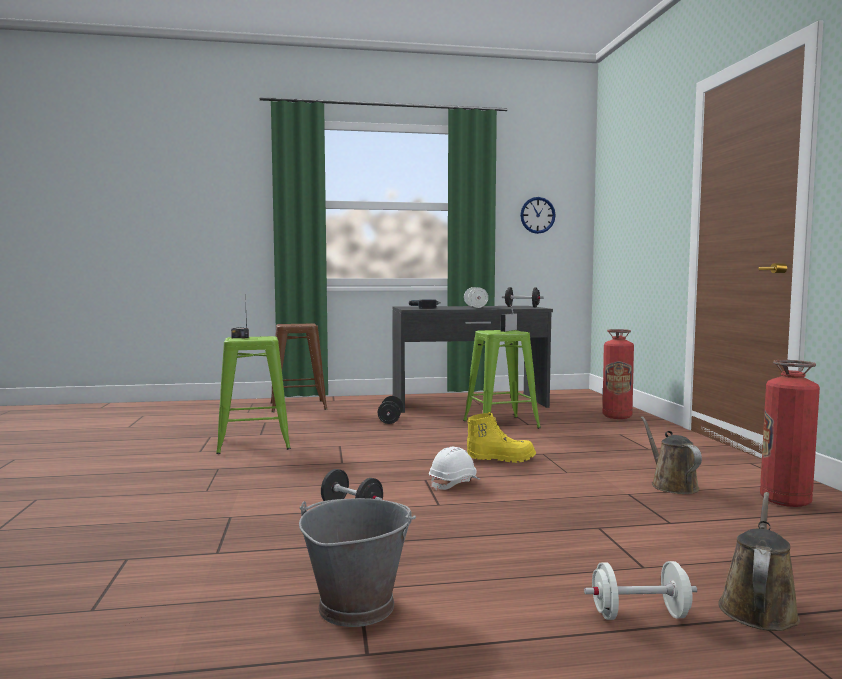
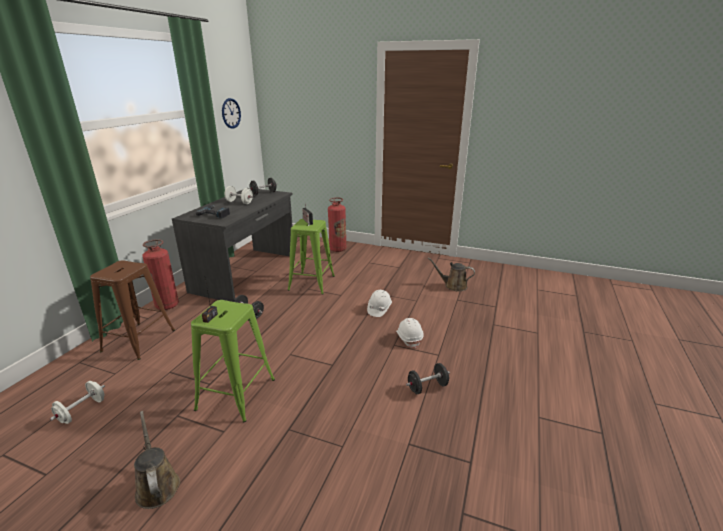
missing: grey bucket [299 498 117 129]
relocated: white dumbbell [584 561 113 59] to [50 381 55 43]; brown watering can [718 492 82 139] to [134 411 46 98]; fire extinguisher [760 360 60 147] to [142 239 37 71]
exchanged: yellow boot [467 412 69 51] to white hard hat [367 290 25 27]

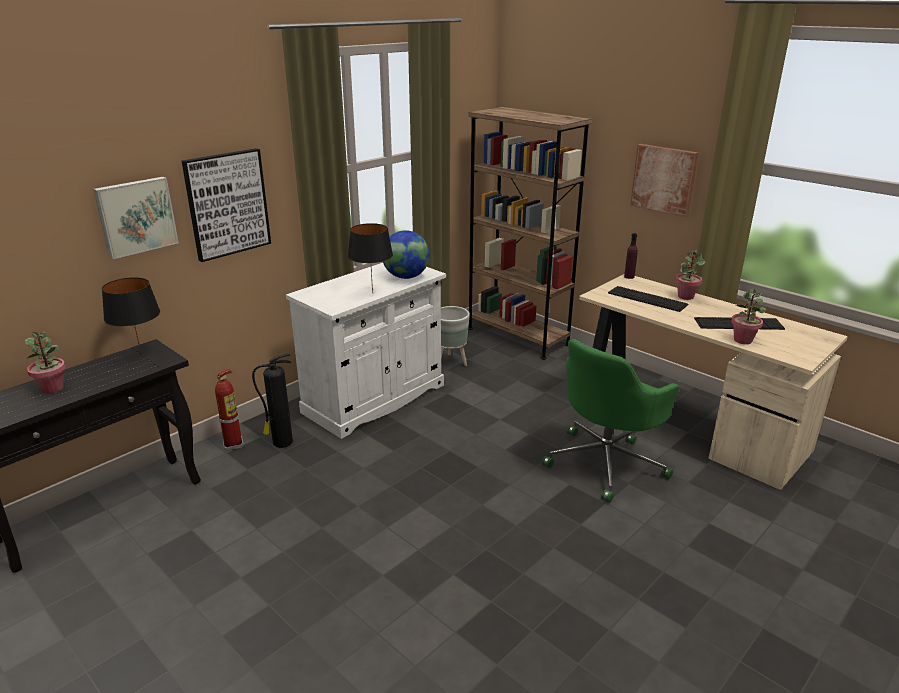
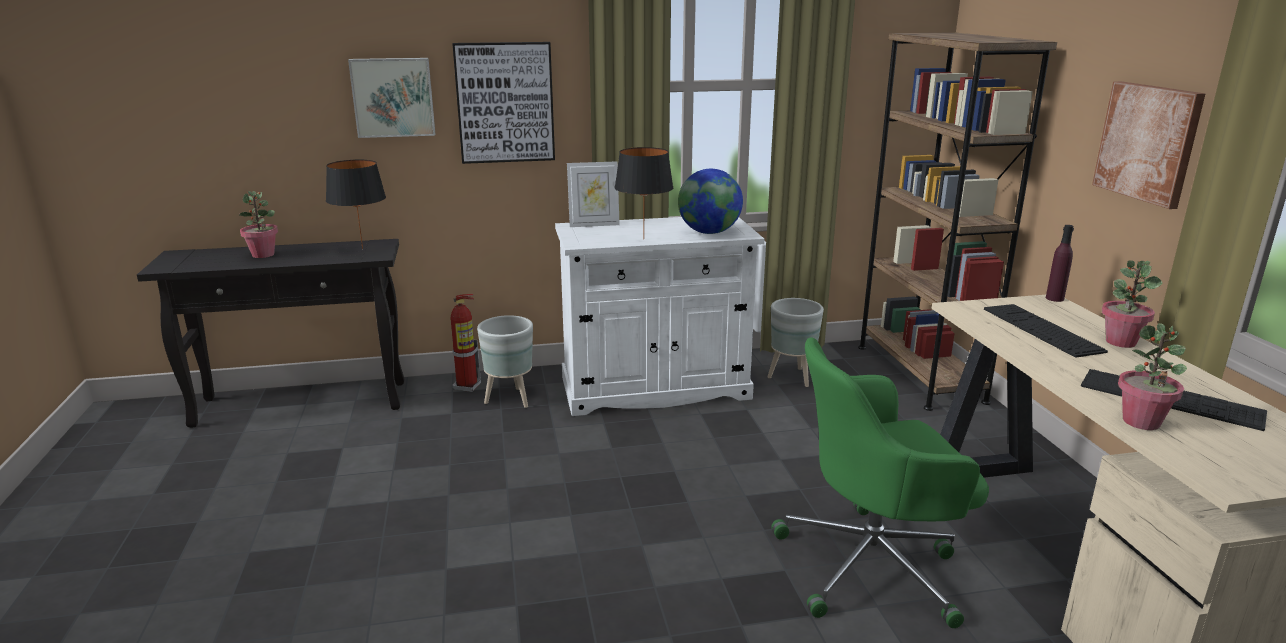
appeared: picture frame [567 161 53 66]
exchanged: fire extinguisher [252 353 41 95] to grey planter [477 315 56 93]

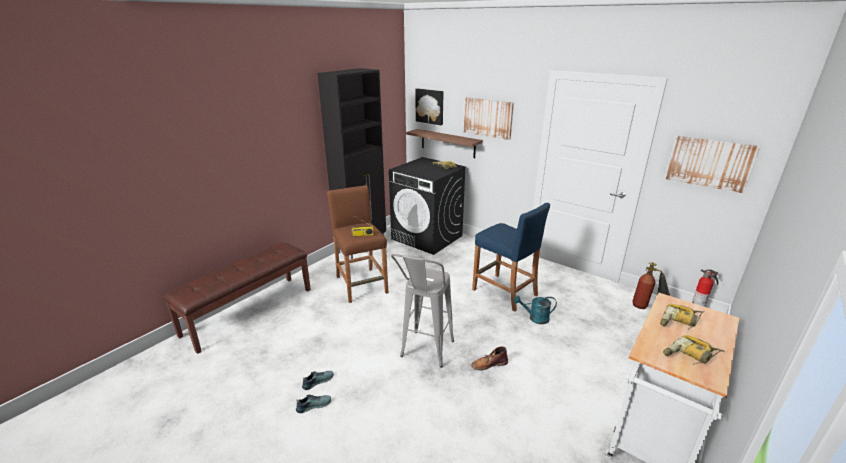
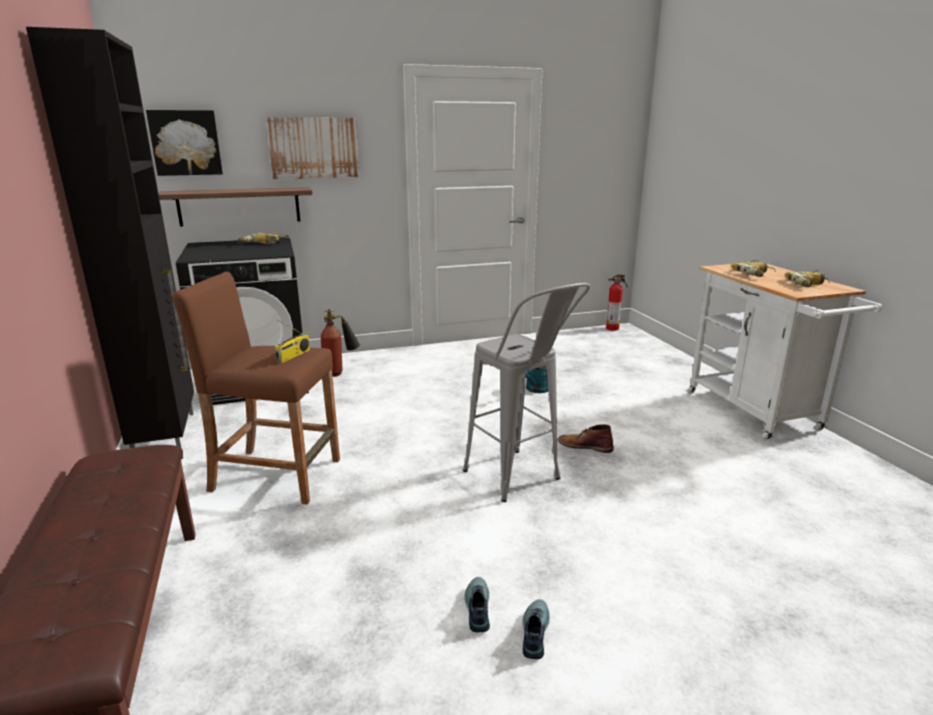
missing: blue stool [472 203 78 109]; picture [666 136 94 57]
relocated: fire extinguisher [633 262 37 47] to [321 309 39 68]
spun: brown boot [471 346 37 24] = [558 424 56 29] 90 degrees clockwise

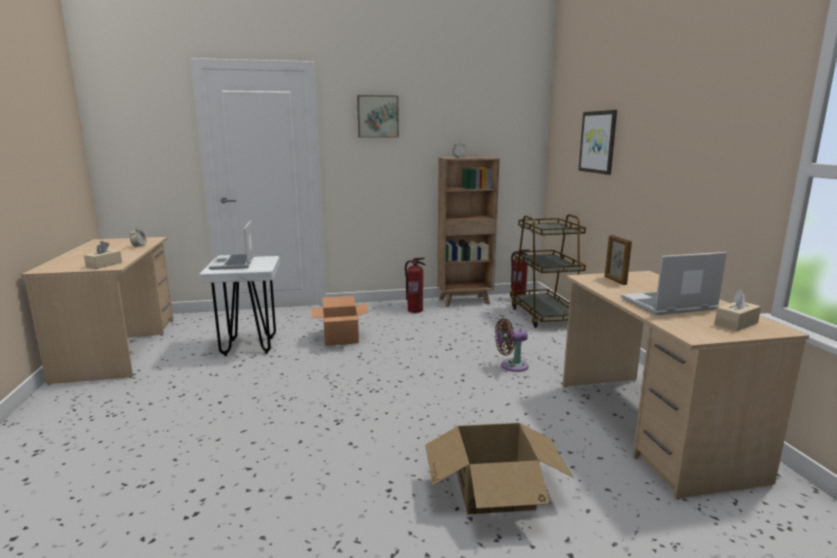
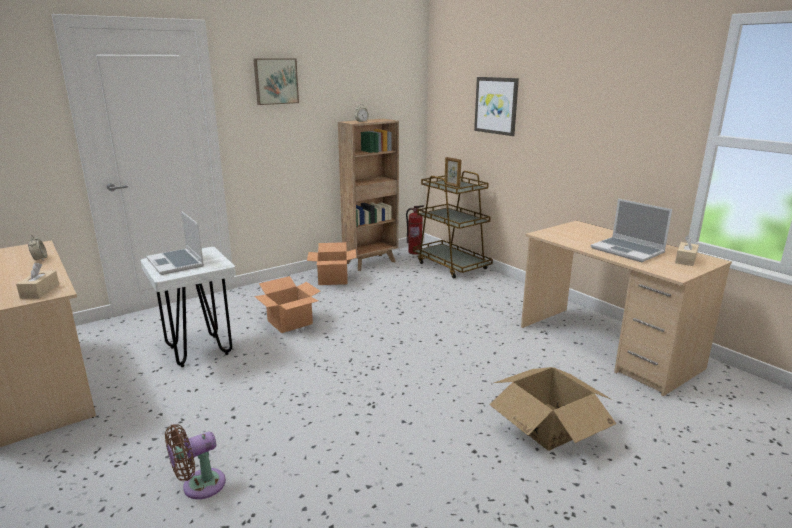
relocated: brown fan [495 318 34 54] to [165 424 61 75]; picture frame [605 235 27 50] to [444 157 17 31]
exchanged: fire extinguisher [405 257 20 56] to cardboard box [307 242 49 43]
spun: laptop [621 252 106 63] = [591 199 81 63] 90 degrees counterclockwise

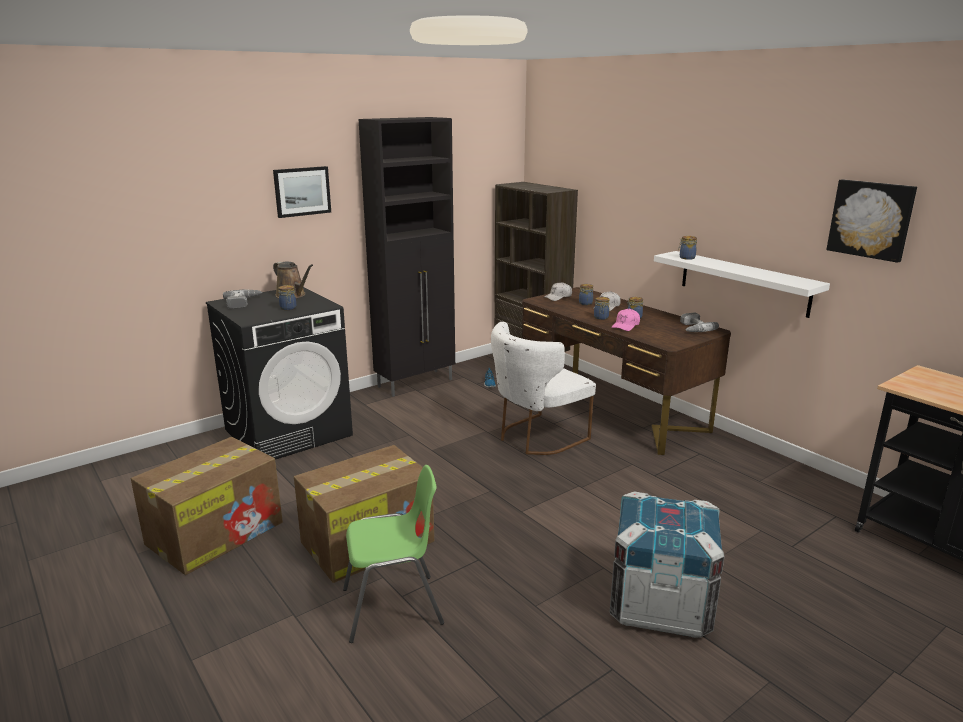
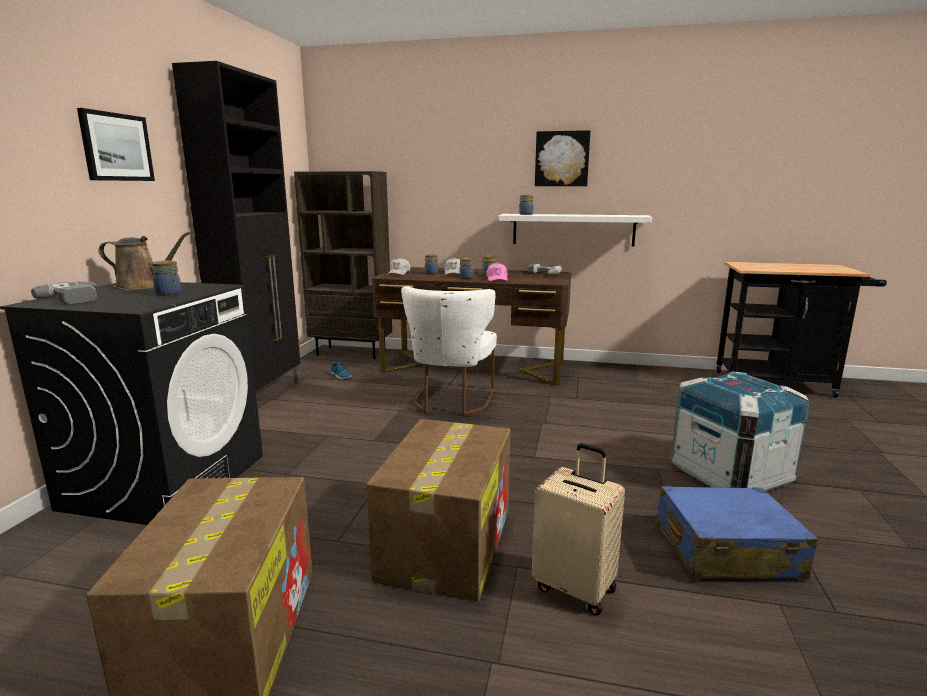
appeared: blue suitcase [656 486 162 93]
relocated: picture [826 179 91 84] to [535 130 55 56]
exchanged: green chair [343 465 101 178] to beige suitcase [532 443 93 172]

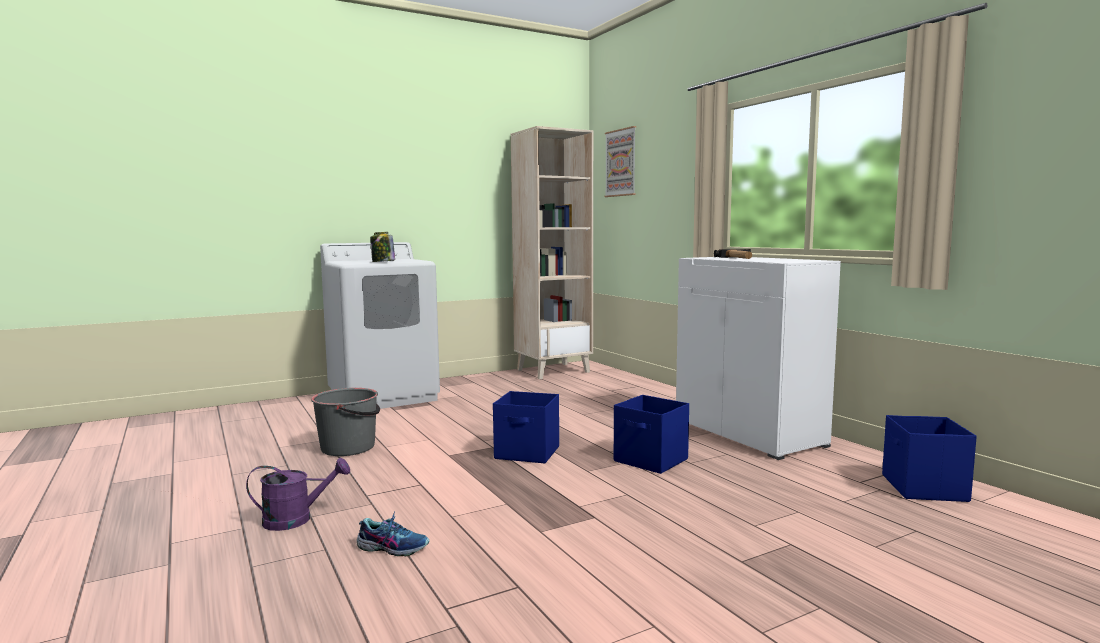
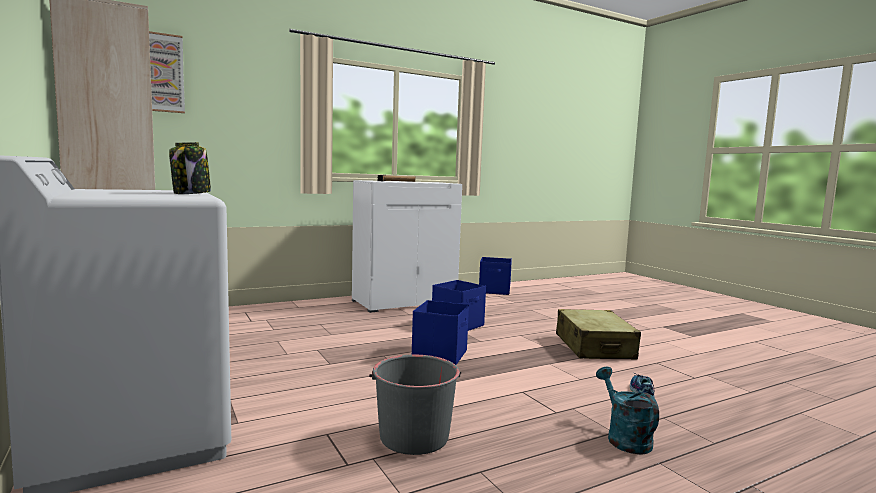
appeared: beige suitcase [556 309 85 51]
colour: purple watering can [246 458 104 73] to turquoise watering can [596 366 63 88]

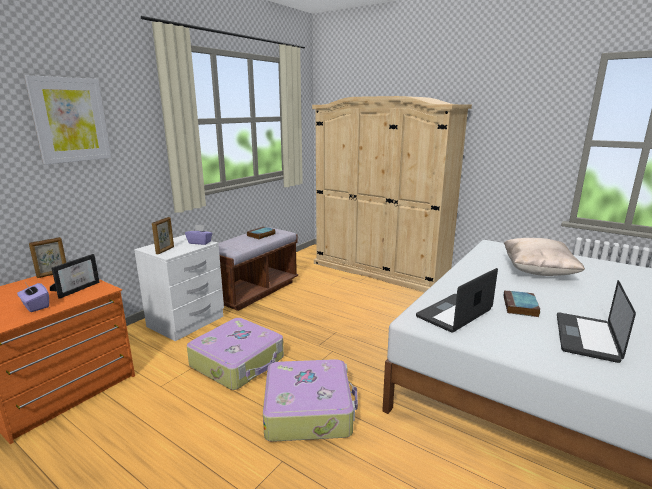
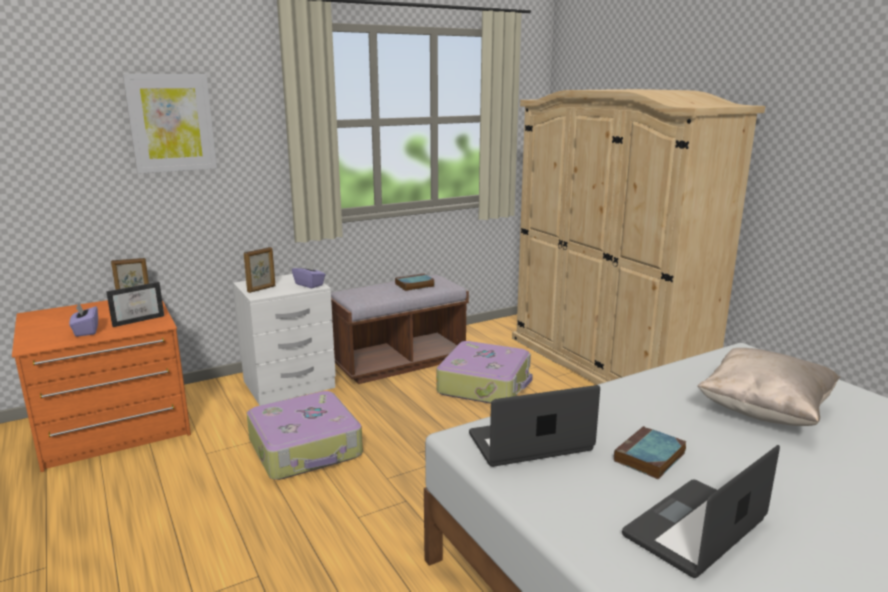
relocated: suitcase [263 359 95 83] to [436 341 97 63]

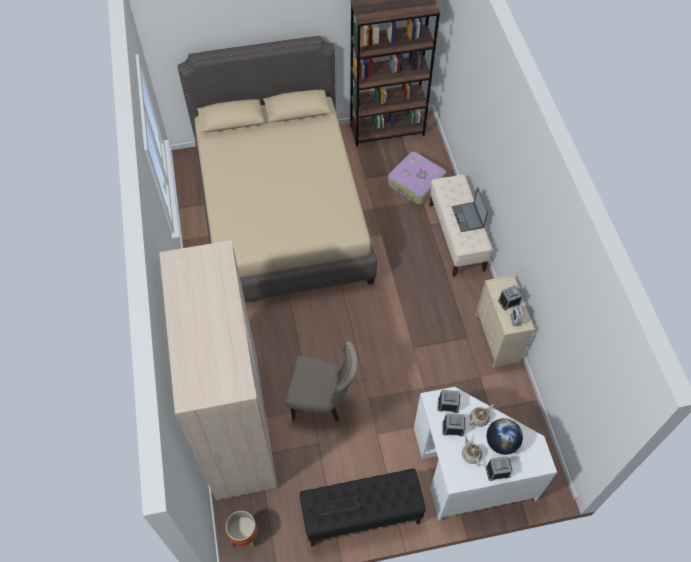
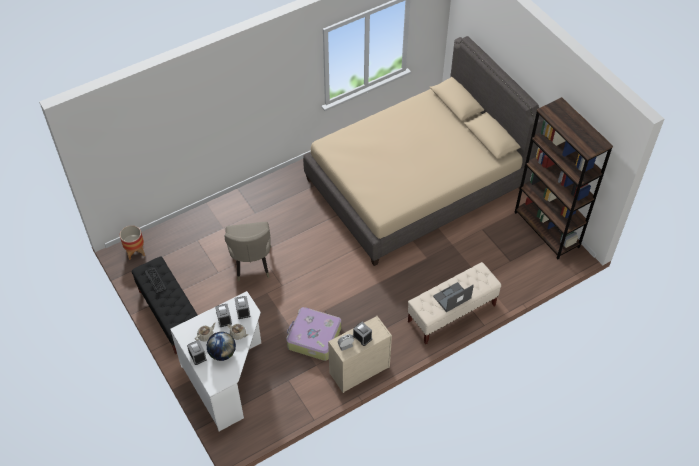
missing: beige wardrobe [159 240 119 260]
relocated: suitcase [388 151 58 54] to [286 307 55 54]

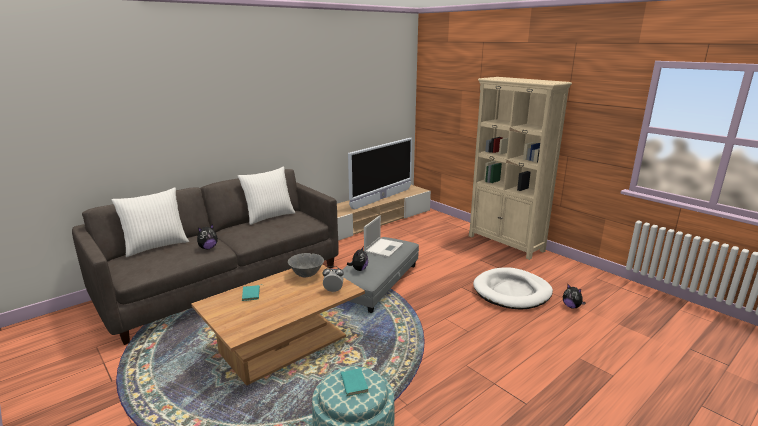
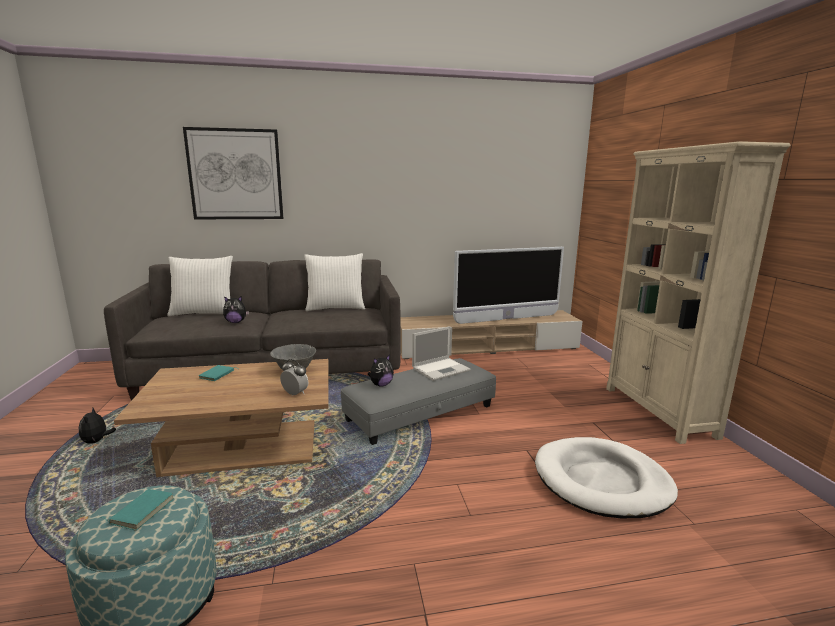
appeared: picture [183 127 100 92]
relocated: plush toy [563 284 23 24] to [79 407 37 37]

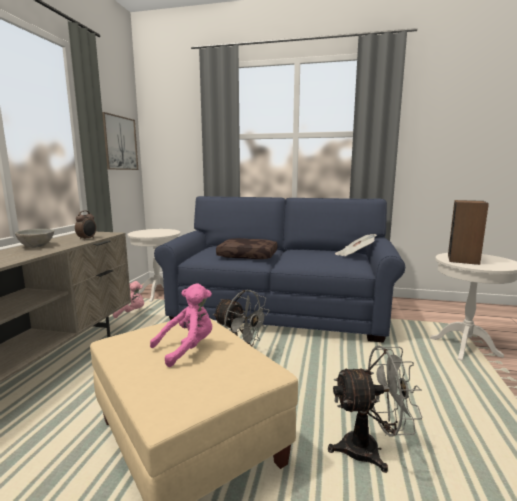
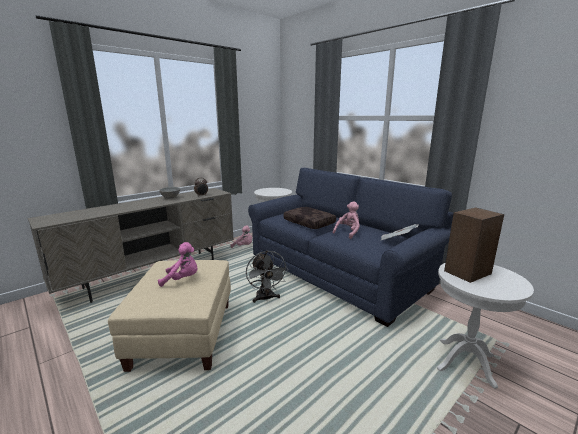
missing: picture [102 112 36 58]; grey fan [328 346 95 127]
appeared: pink plush toy [333 201 27 38]

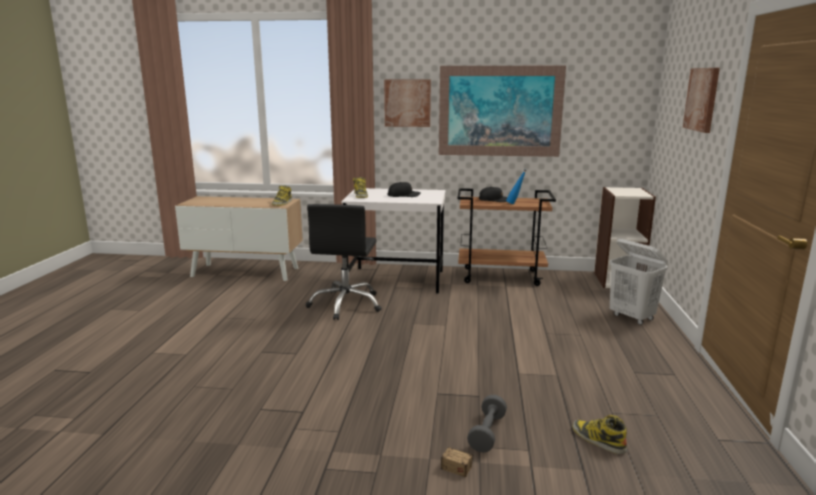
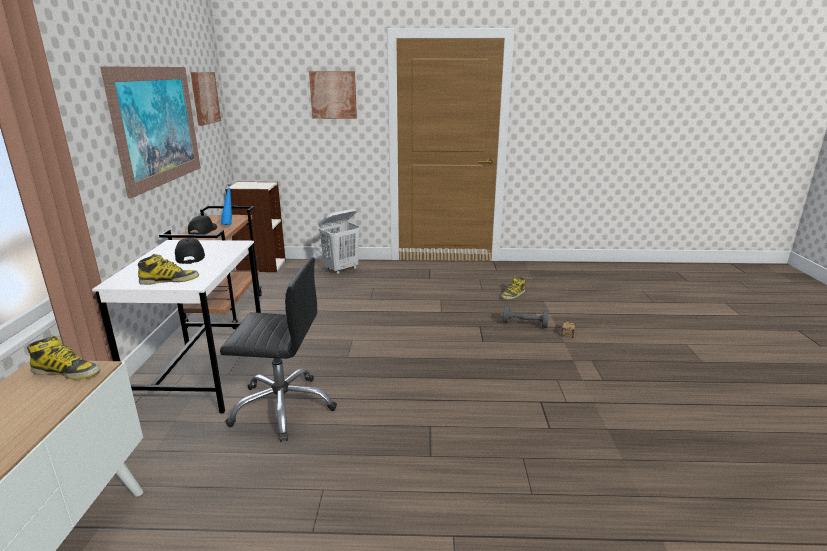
relocated: picture [384 79 47 48] to [191 72 30 54]

